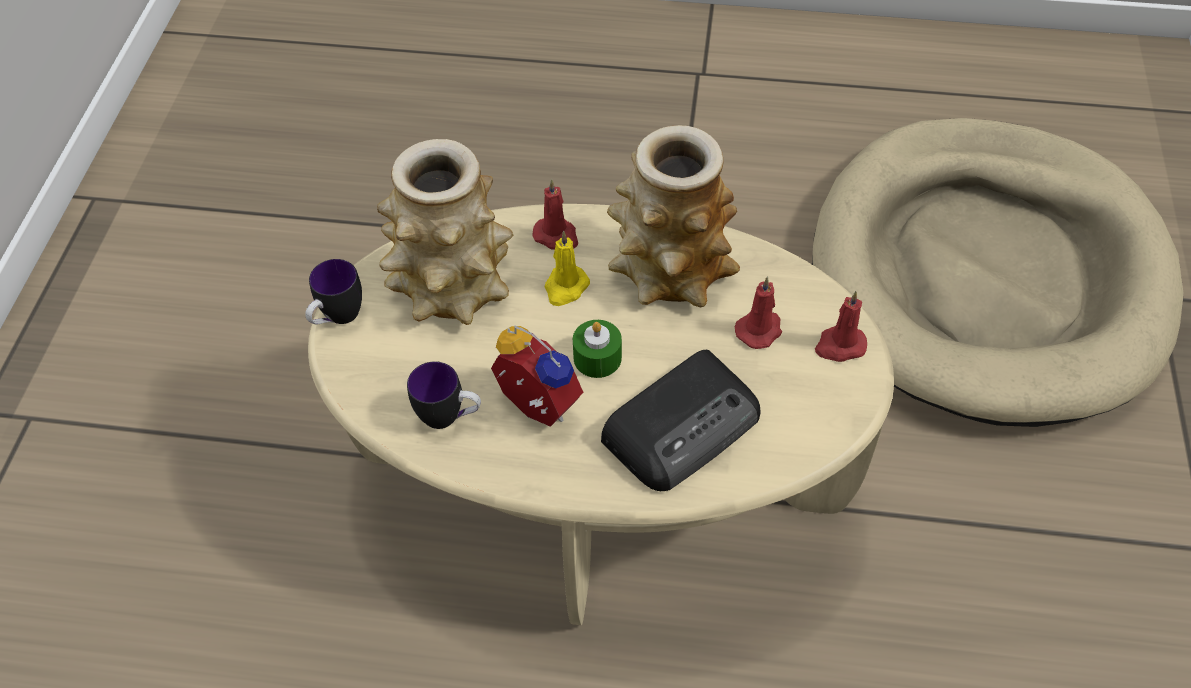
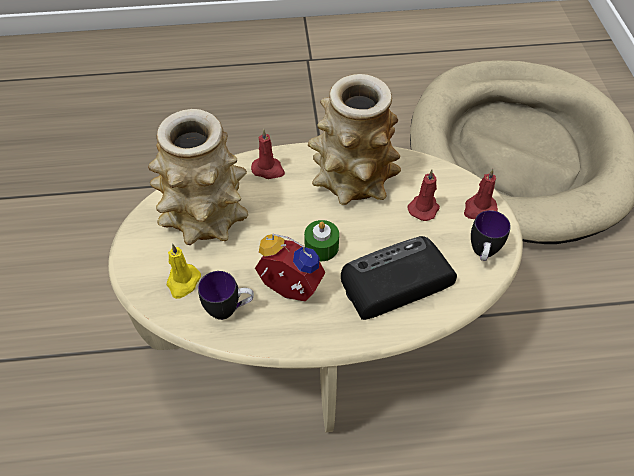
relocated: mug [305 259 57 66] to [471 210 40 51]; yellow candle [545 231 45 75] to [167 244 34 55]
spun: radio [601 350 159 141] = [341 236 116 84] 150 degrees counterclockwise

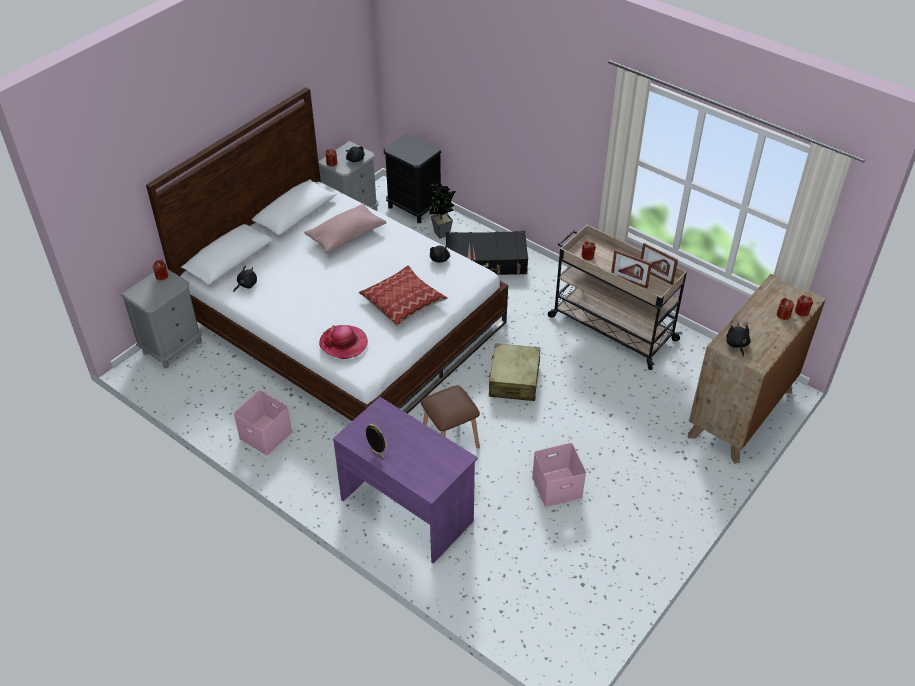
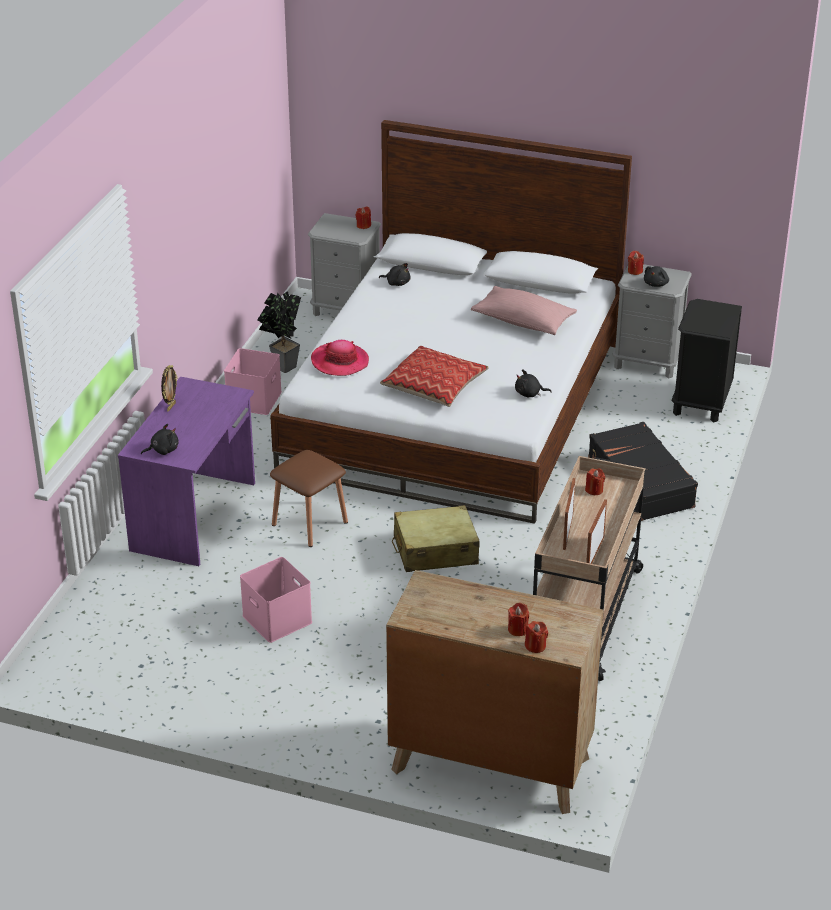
relocated: potted plant [428 180 28 59] to [257 291 44 82]; black plush toy [726 322 25 35] to [141 424 38 31]

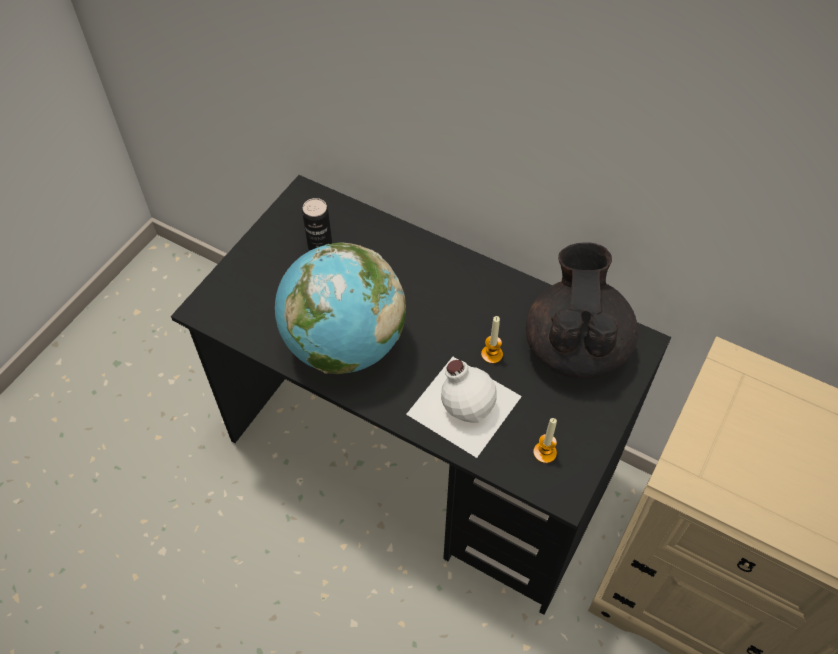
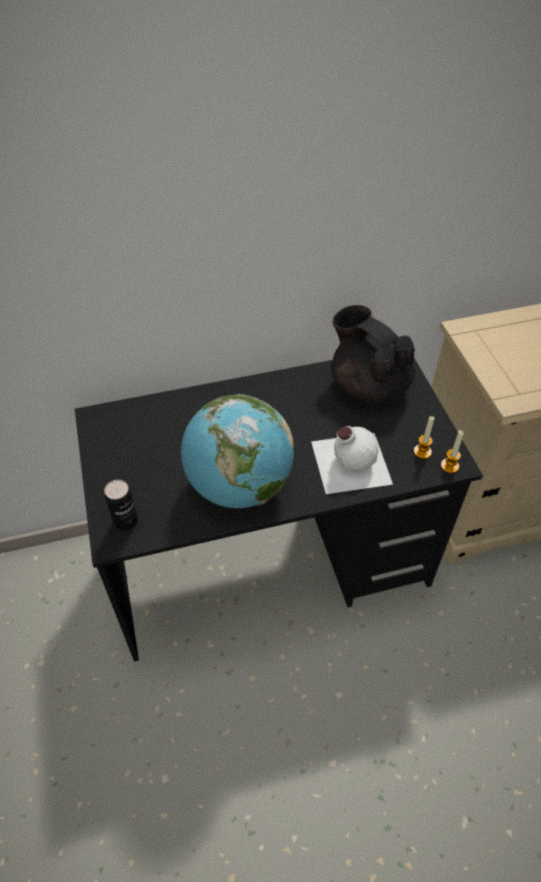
relocated: can [302 198 30 53] to [104 480 34 51]; candle [481 316 22 48] to [441 430 23 43]

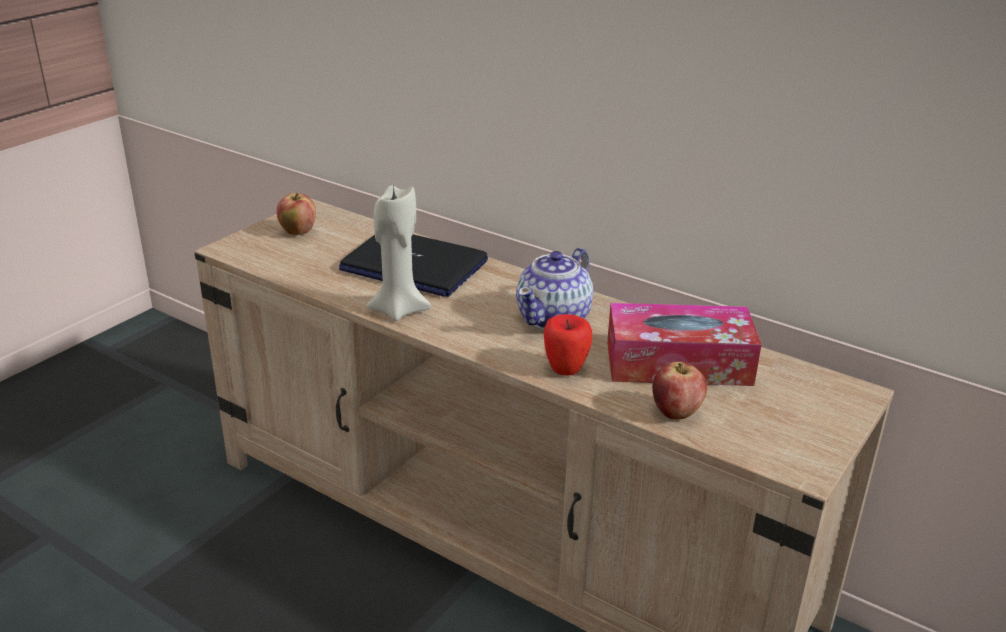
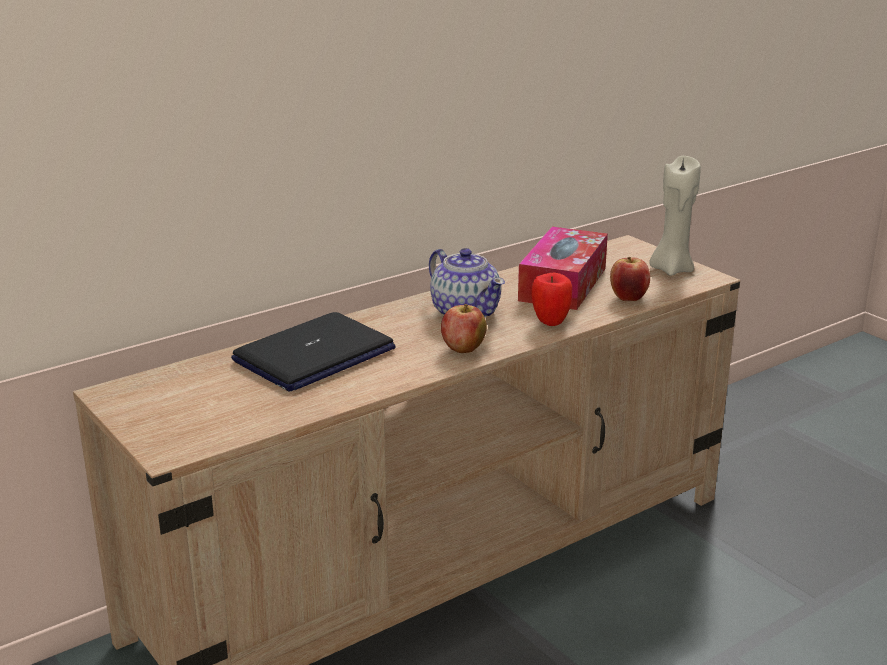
relocated: apple [276 193 40 42] to [441 304 46 49]; beige candle [366 185 65 136] to [649 156 52 120]

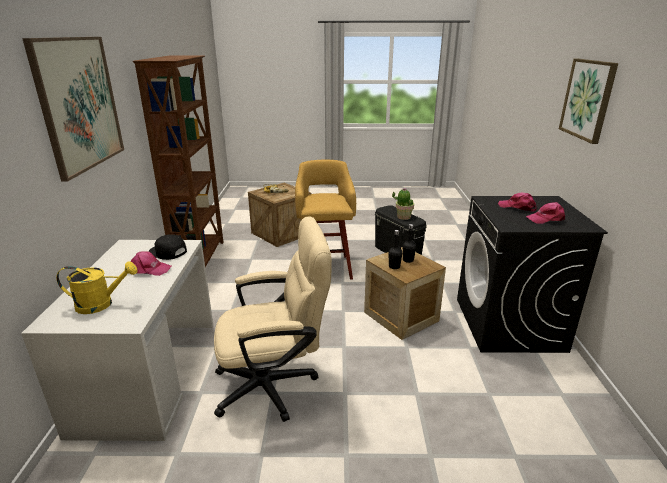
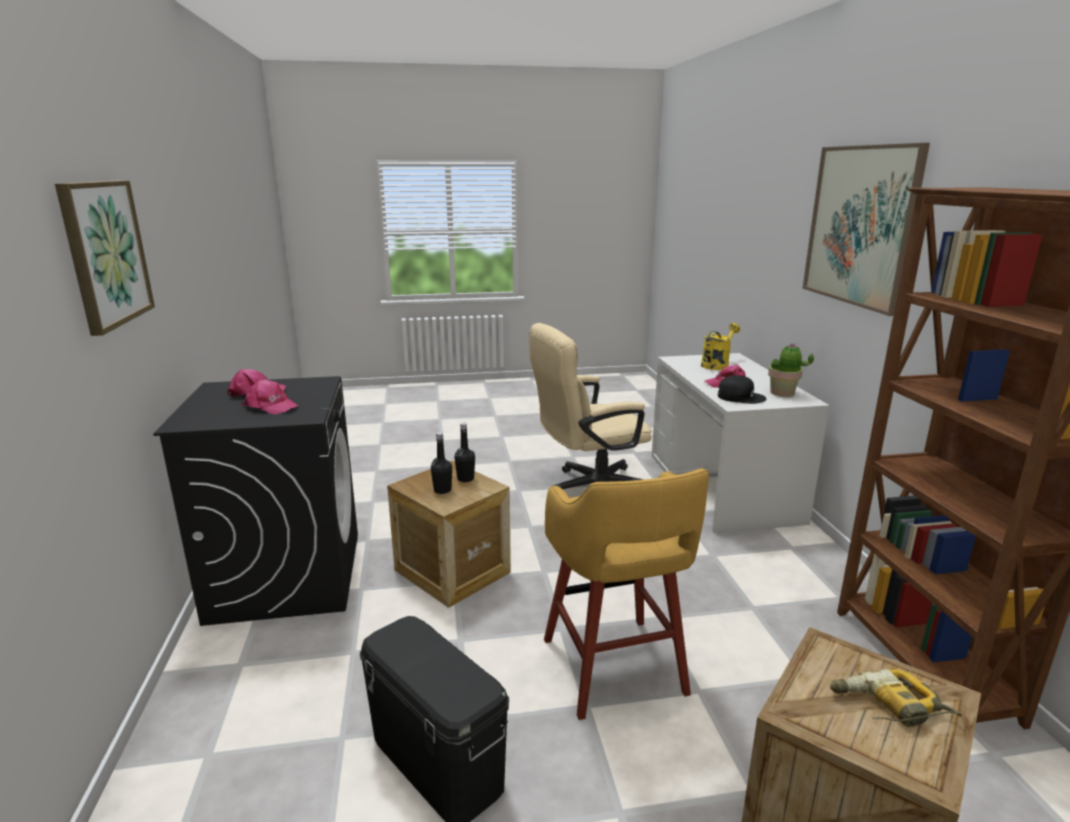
relocated: potted plant [392 188 22 32] to [768 343 46 54]
spun: yellow watering can [56 261 81 53] = [701 323 39 47] 150 degrees clockwise

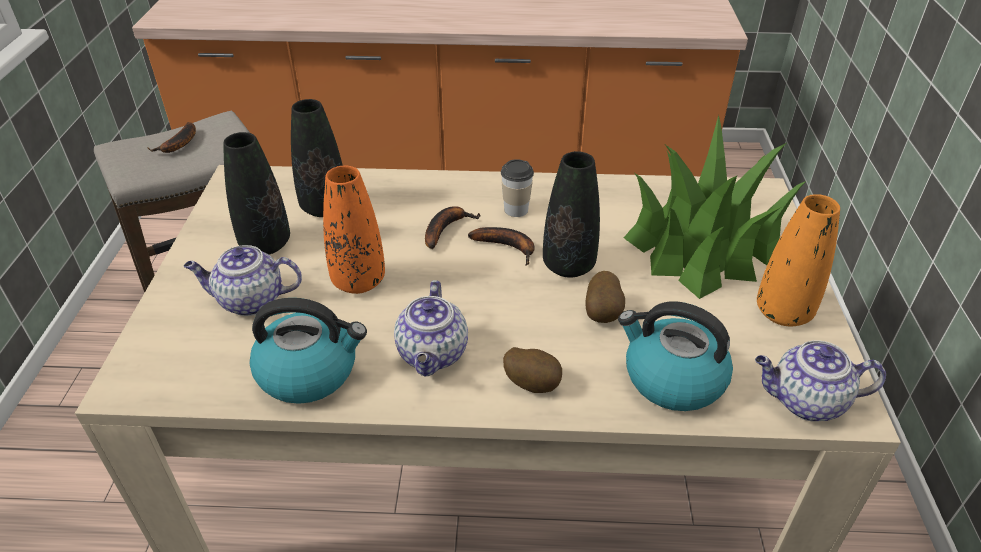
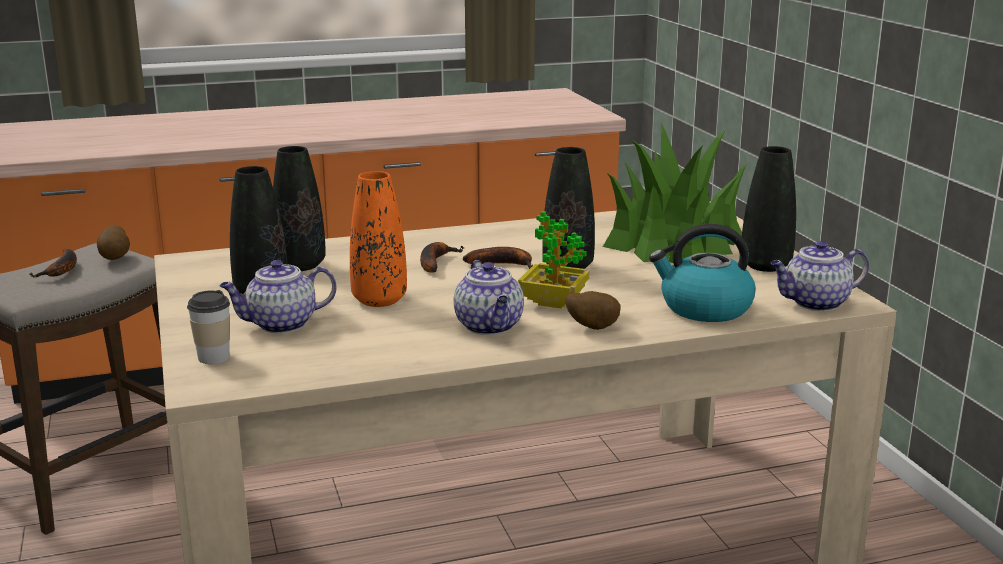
missing: kettle [250 298 117 106]
appeared: potted plant [518 211 71 98]
relocated: cup [501 159 33 58] to [187 290 43 74]; potato [585 271 40 52] to [97 225 33 35]
colour: orange vase [757 194 83 132] to black vase [742 146 54 126]

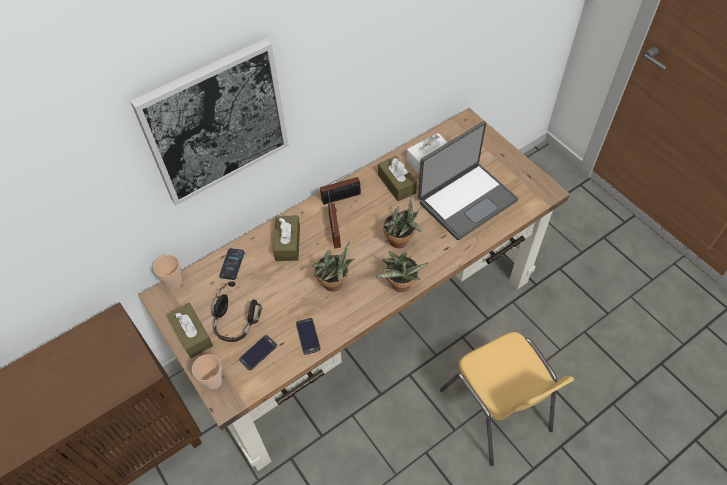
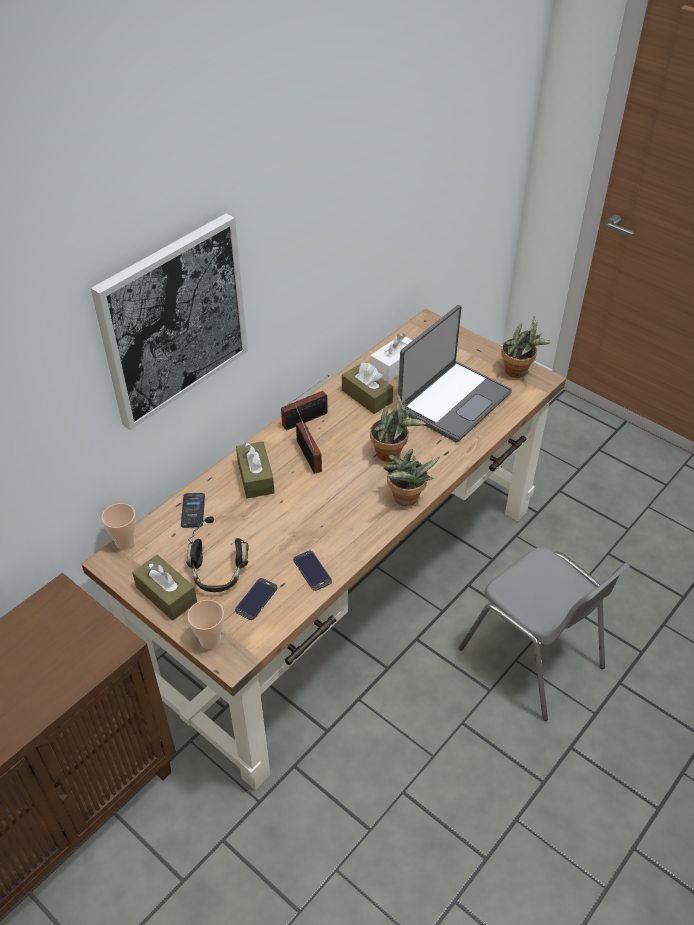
relocated: potted plant [312 242 43 49] to [501 316 50 62]
colour: yellow chair [440 332 134 134] to grey chair [459 547 171 174]

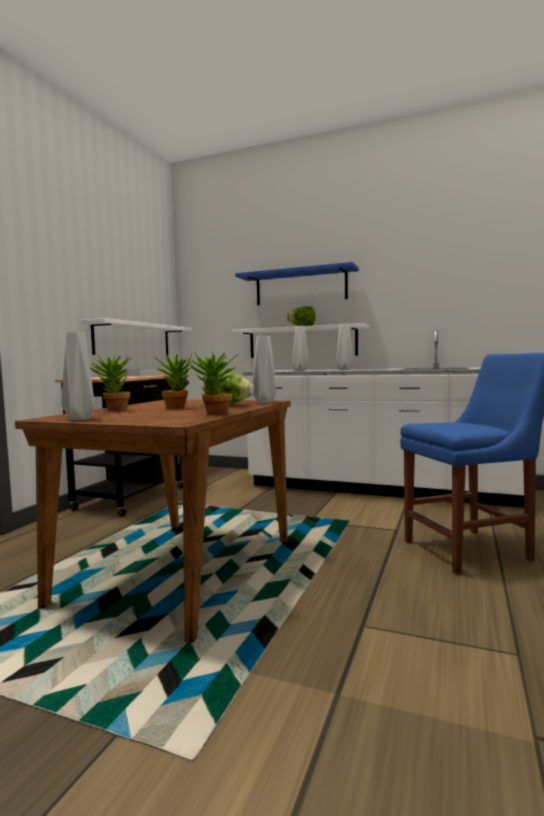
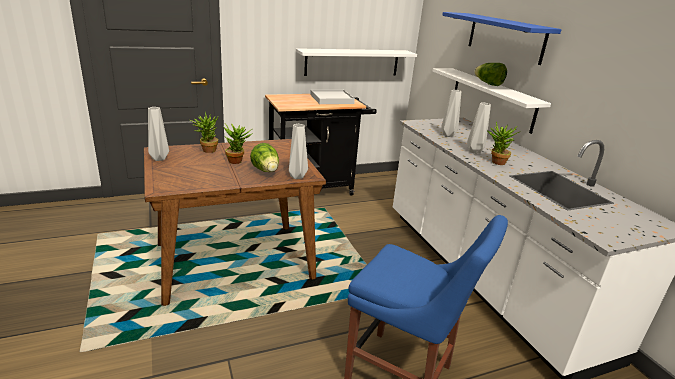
relocated: potted plant [189 352 48 63] to [487 122 32 43]

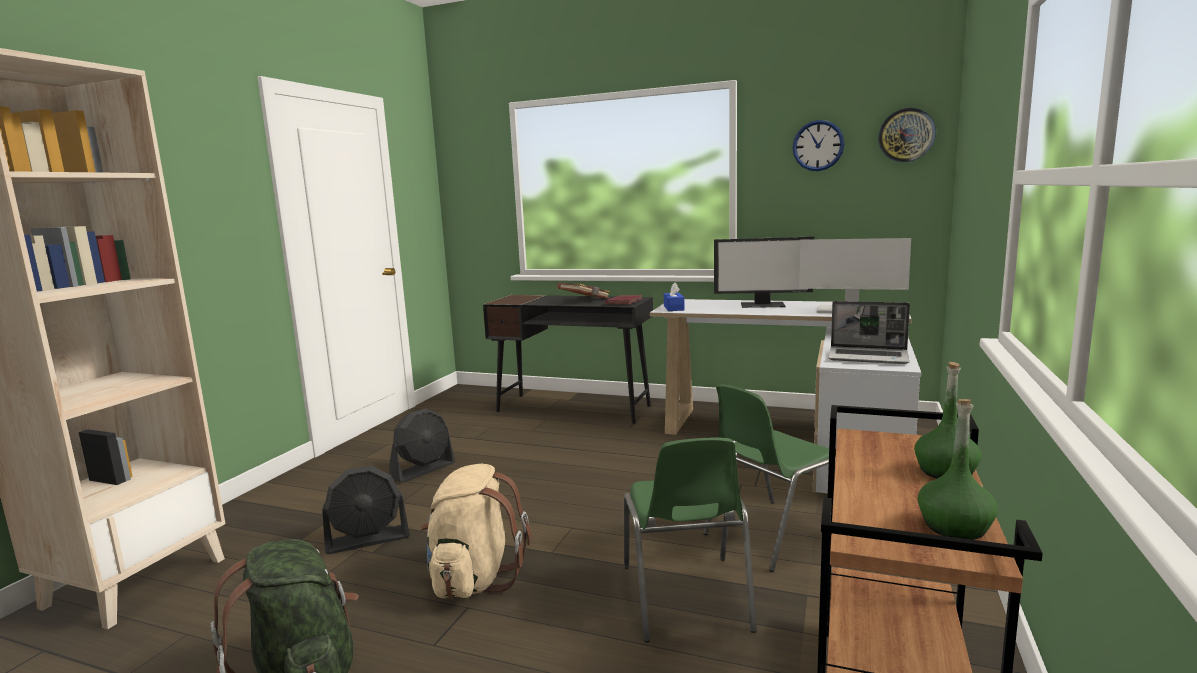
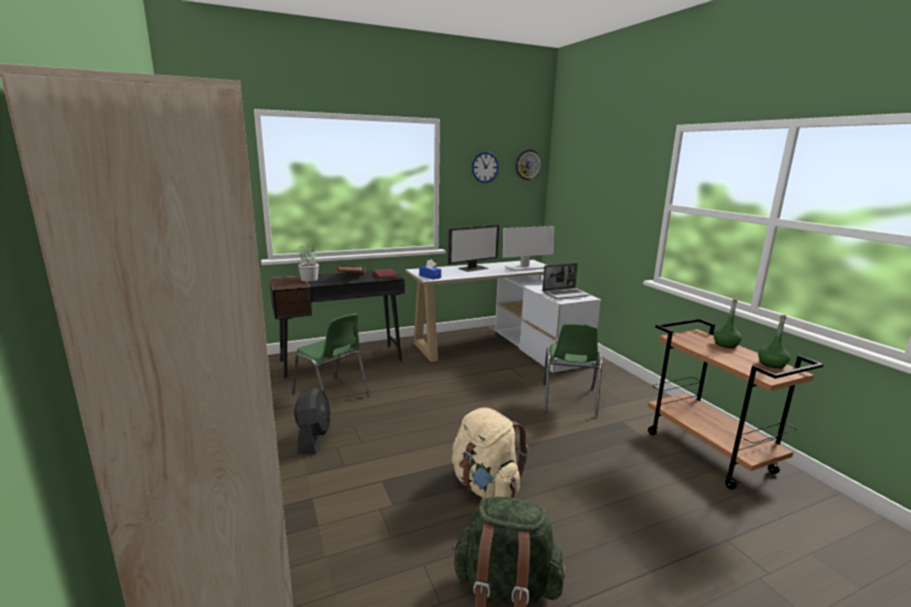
missing: black fan [322 465 88 89]
appeared: potted plant [298 244 21 37]
relocated: green chair [624 438 133 204] to [292 314 78 83]

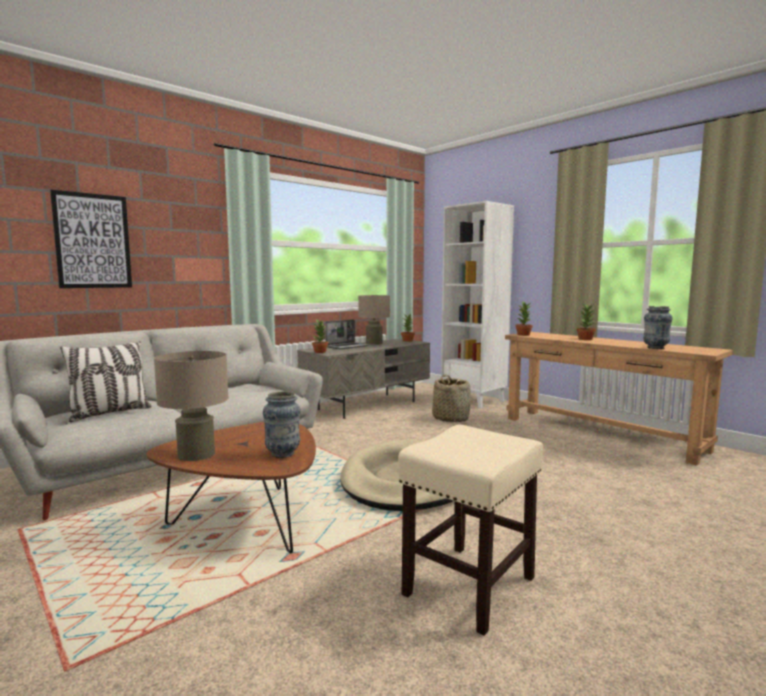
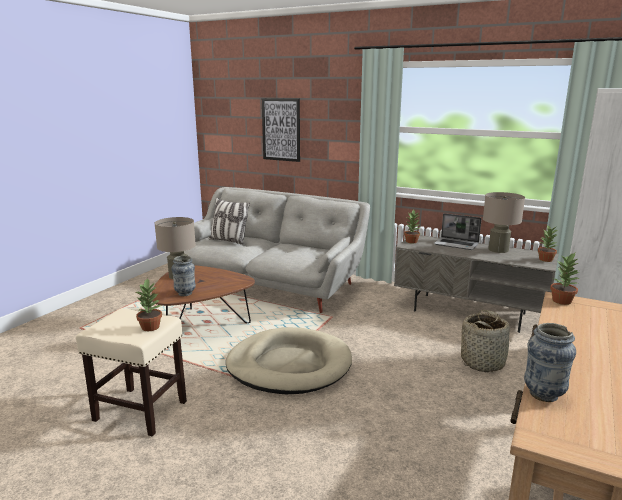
relocated: potted plant [577 304 19 36] to [136 278 26 53]

